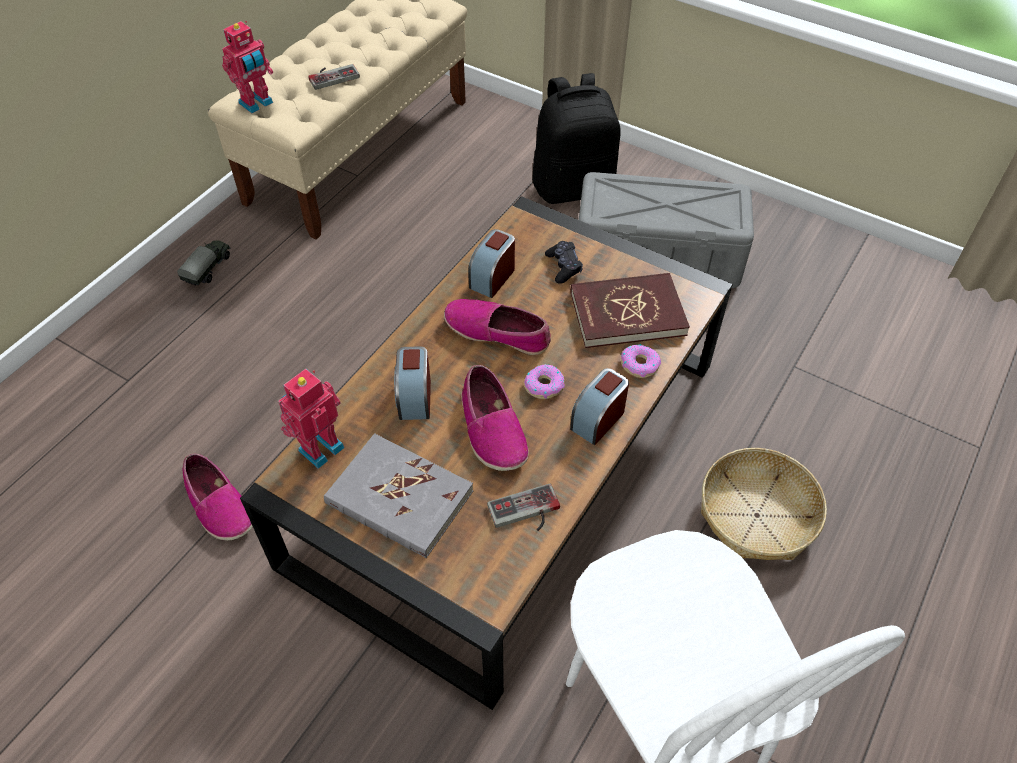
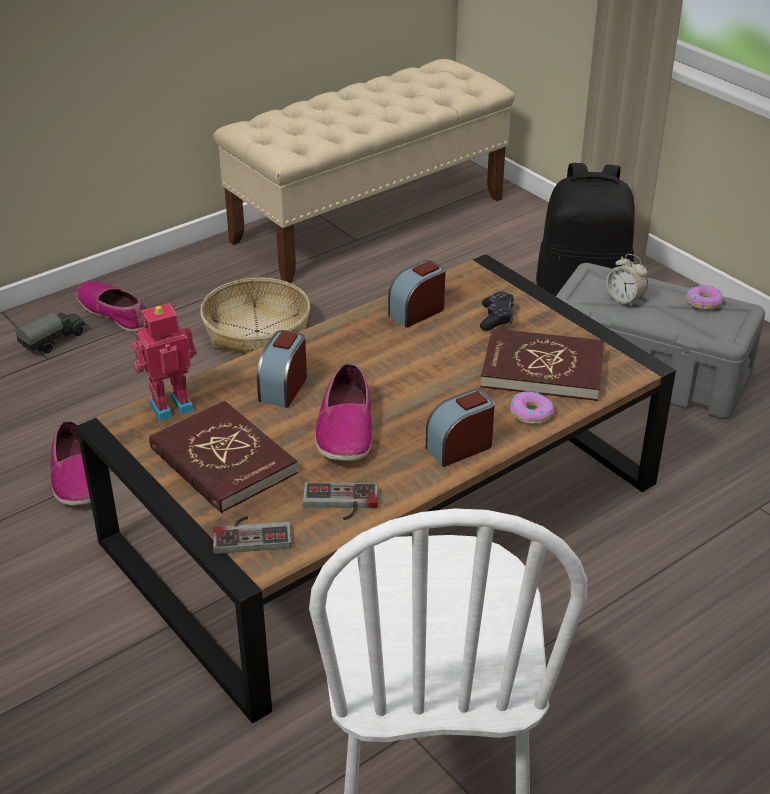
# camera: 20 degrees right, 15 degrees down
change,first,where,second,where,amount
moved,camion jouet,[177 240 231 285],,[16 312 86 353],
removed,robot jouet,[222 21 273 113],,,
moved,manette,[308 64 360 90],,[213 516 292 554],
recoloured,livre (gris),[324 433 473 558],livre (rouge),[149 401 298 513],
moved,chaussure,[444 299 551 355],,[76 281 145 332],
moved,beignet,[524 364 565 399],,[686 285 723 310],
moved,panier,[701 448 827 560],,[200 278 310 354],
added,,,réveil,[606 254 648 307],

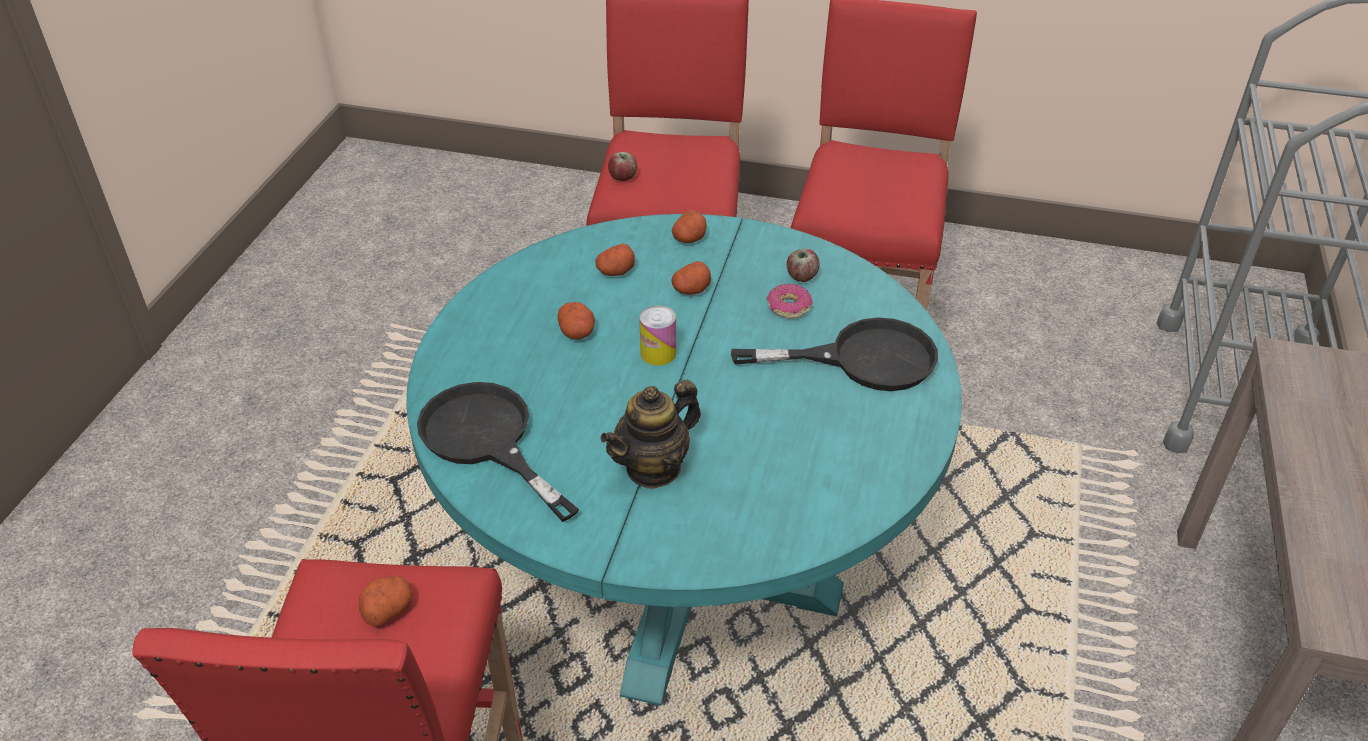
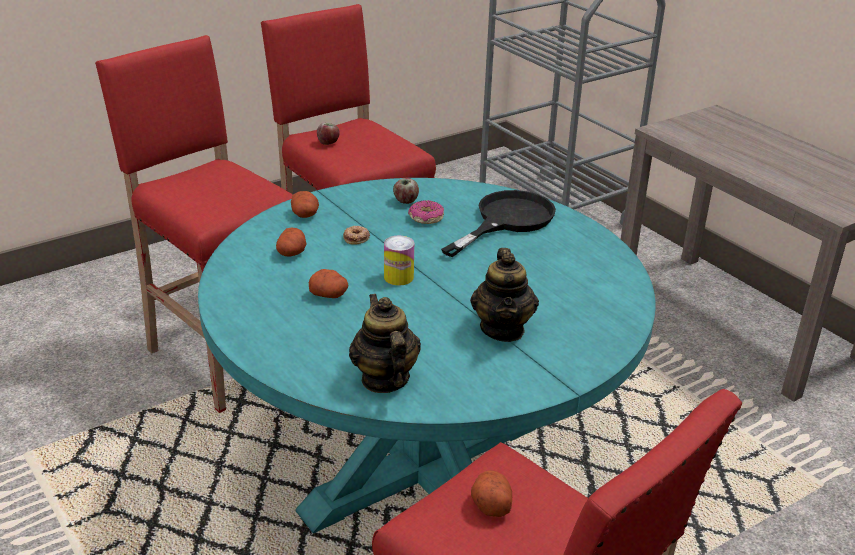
# camera: 50 degrees left, 10 degrees down
change,first,where,second,where,amount
replaced,poêle (noir),[417 382 579 522],théière,[349 294 421 393],
moved,pomme,[608 152 637 181],,[317 123 340 145],
replaced,pomme de terre,[671 261 711 295],beignet,[343 226 370 244],

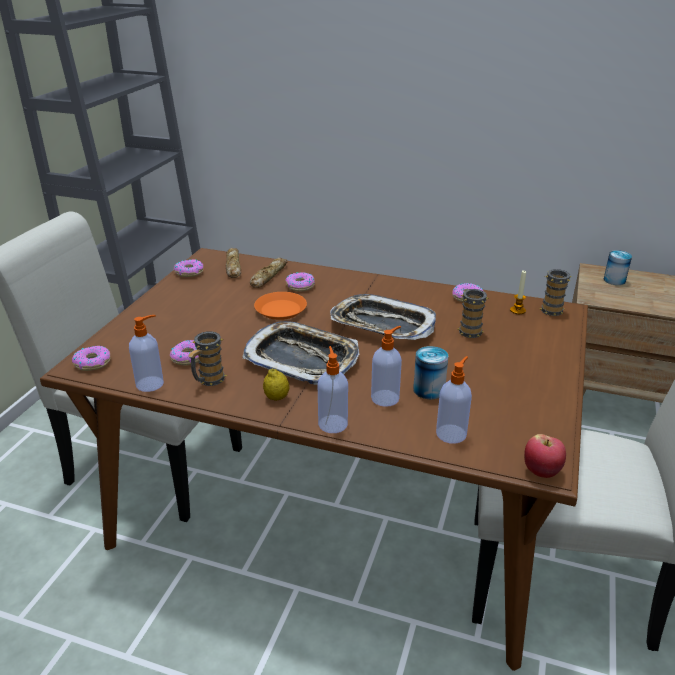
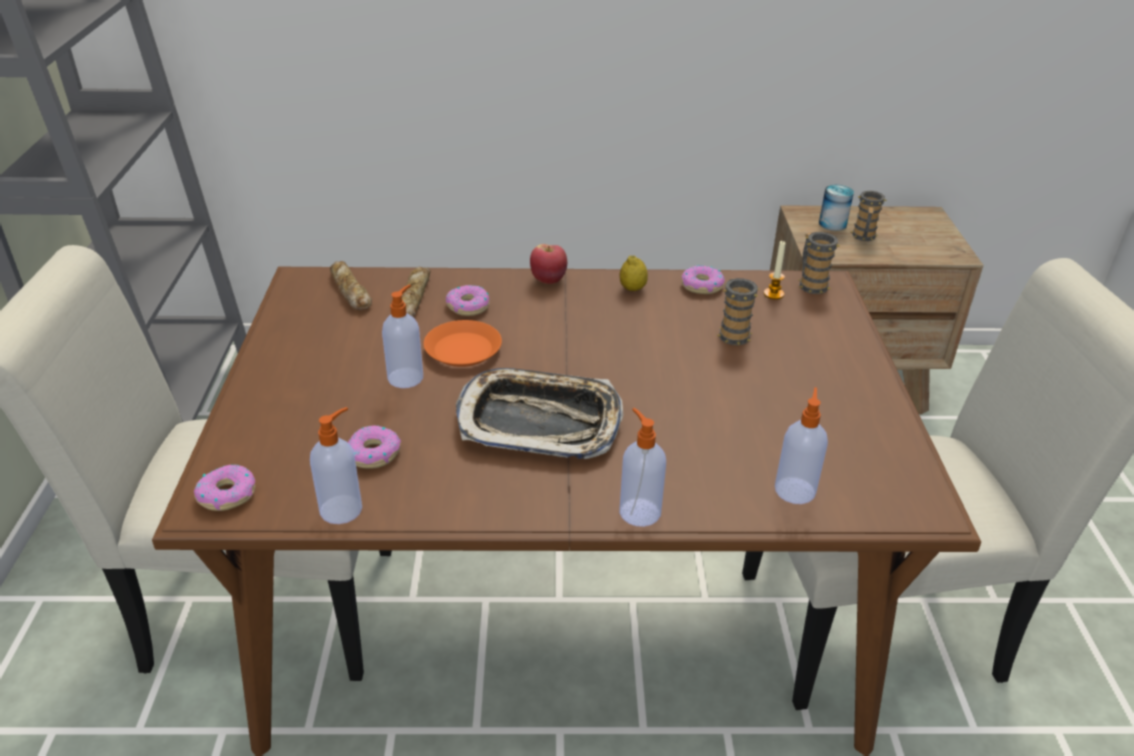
# camera: 20 degrees left, 5 degrees up
change,first,where,second,where,amount
removed,beignet,[174 259 203 277],,,
moved,mug,[188 331 227 386],,[851 191 887 241],
moved,citron,[263 368 289 401],,[619 256 648 291],
removed,plateau,[330 294 436 340],,,
moved,distributeur de savon,[371 326 402 407],,[382 284 423 388],
removed,boîte métallique,[413 346 448 399],,,
moved,pomme,[524 434 566 478],,[530 244 567 284],

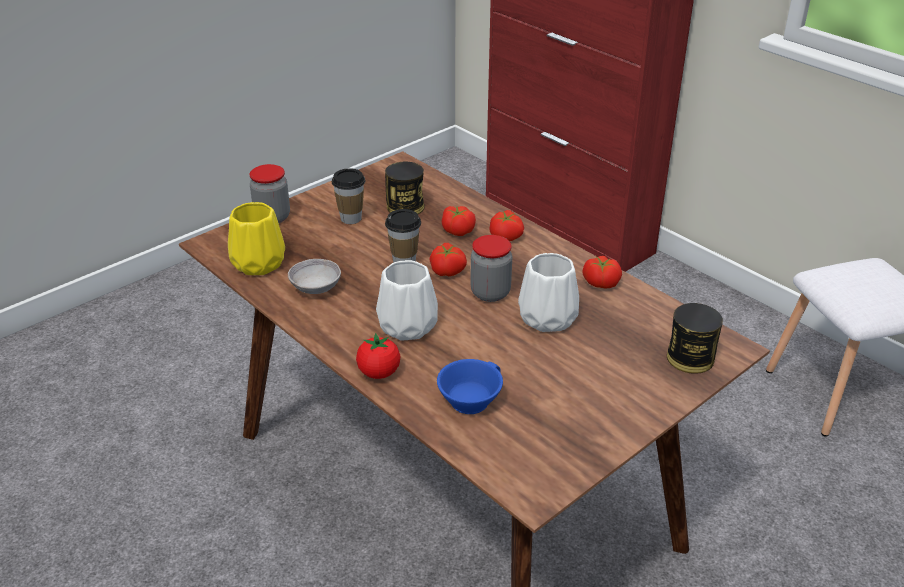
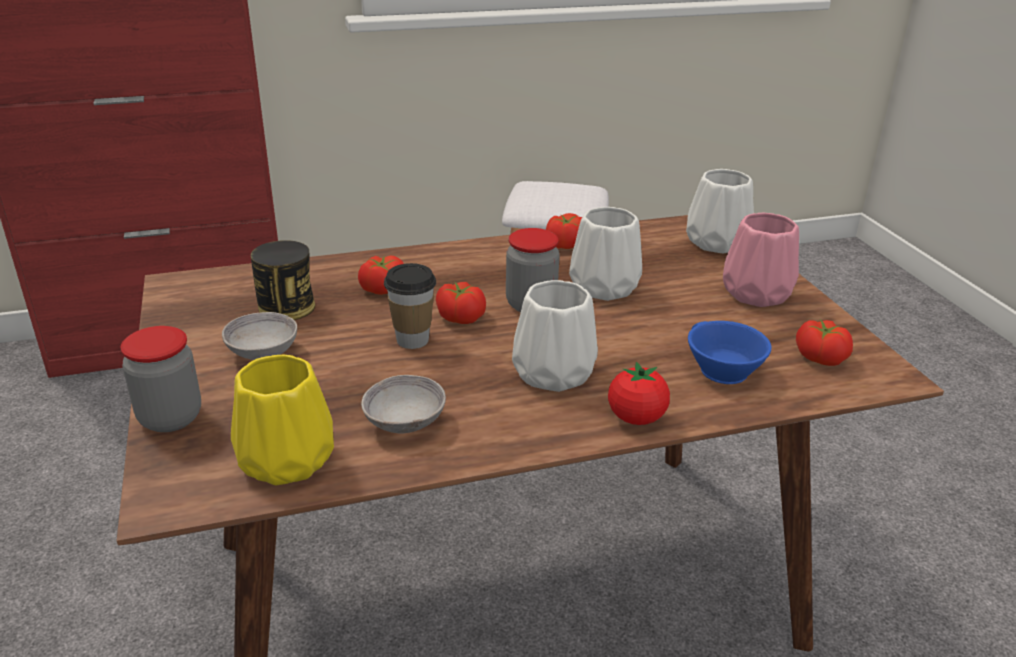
# camera: 65 degrees left, 5 degrees down
change,first,where,second,where,amount
replaced,tasse,[332 168 366 224],bol (gris),[222 312 297 360],
moved,tomate,[489 210 524 241],,[796 320 853 366],
replaced,boîte métallique,[667 303 723 374],vase (blanc),[686 169 754 253],
added,,,vase (rose),[723 213 799 307],

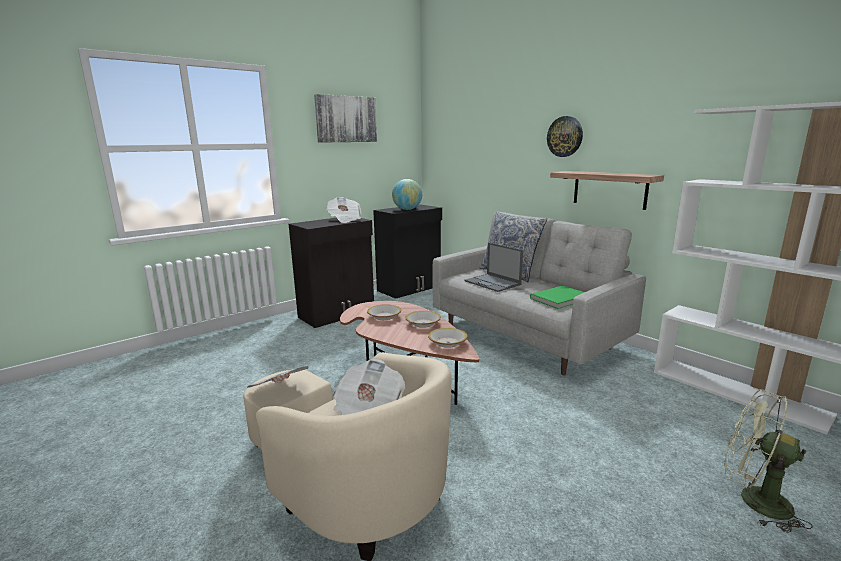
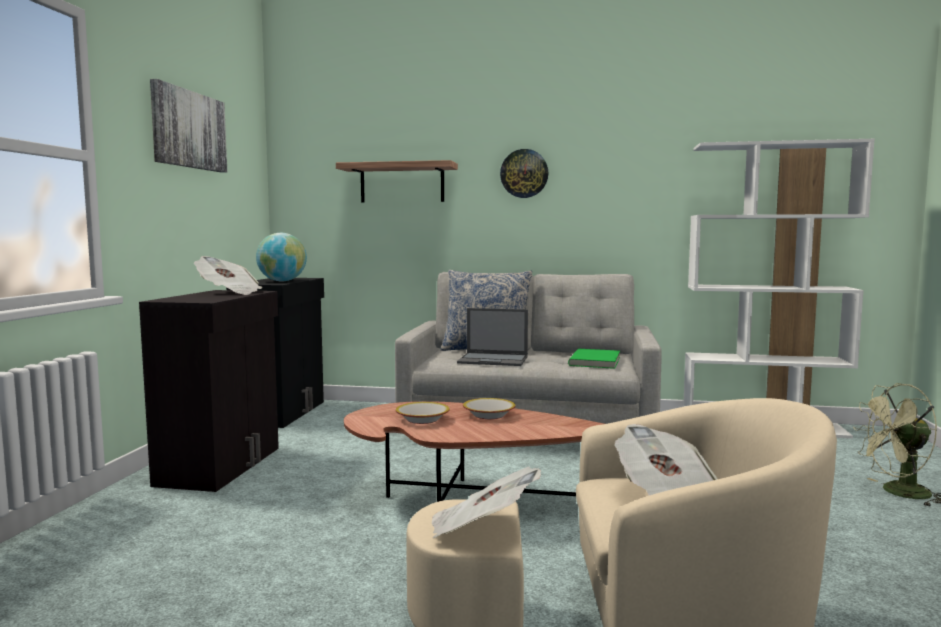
# camera: 40 degrees left, 10 degrees down
change,first,where,second,where,amount
removed,bol,[428 328 467 348],,,
moved,étagère,[550 171 664 210],,[336 160 458 203],

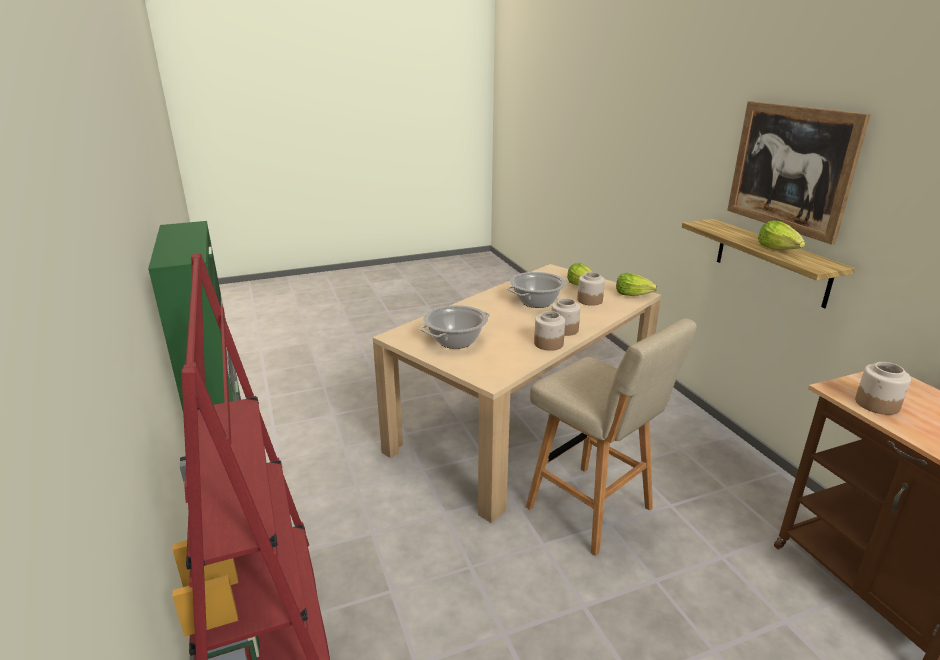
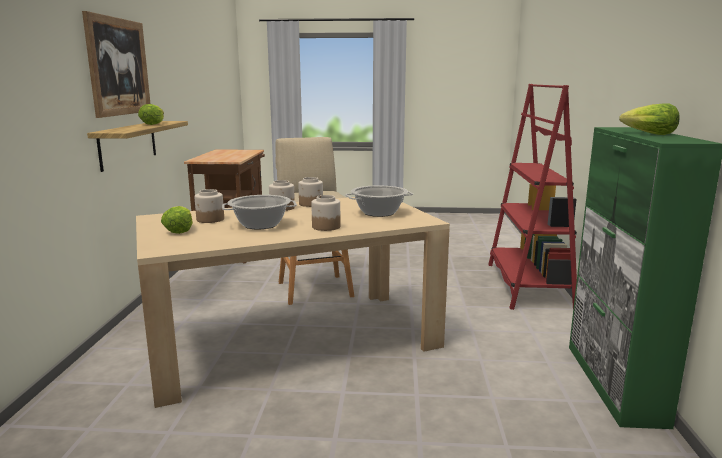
# camera: 155 degrees left, 10 degrees down
change,first,where,second,where,amount
moved,laitue,[616 273 657 296],,[619 103 680 135],
moved,bocal,[855 362 911 415],,[311 195 341 231],

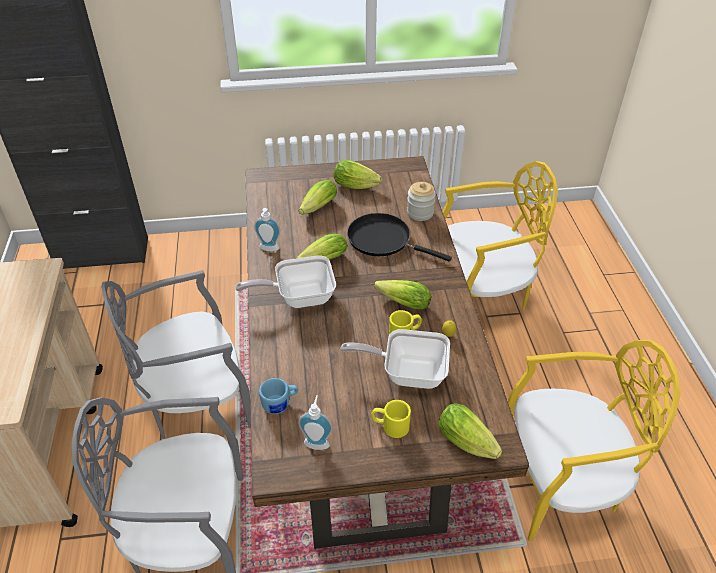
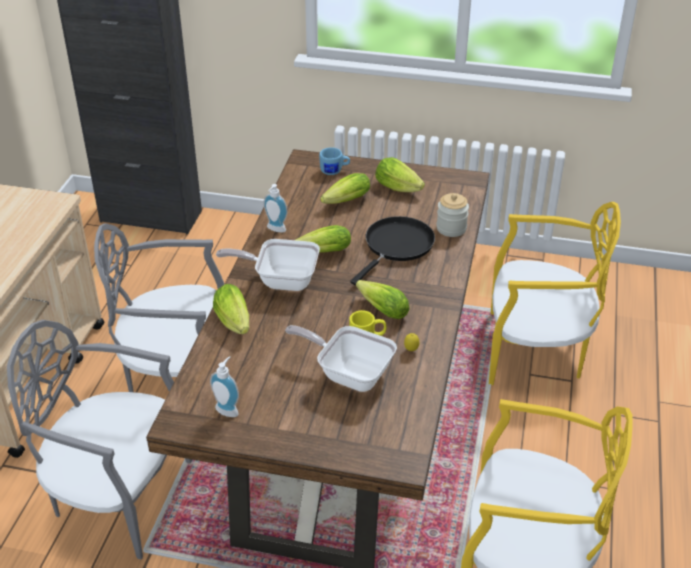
# camera: 20 degrees right, 5 degrees down
change,first,where,second,where,amount
moved,mug (bleu),[259 378 298 414],,[319 147 350 175],
turned,poêle (noir),[347 213 452 262],,[350 216 435 285],75 degrees clockwise
removed,mug (jaune),[372 400 411 438],,,
moved,laitue,[438 403 502 459],,[213 284 249 334],

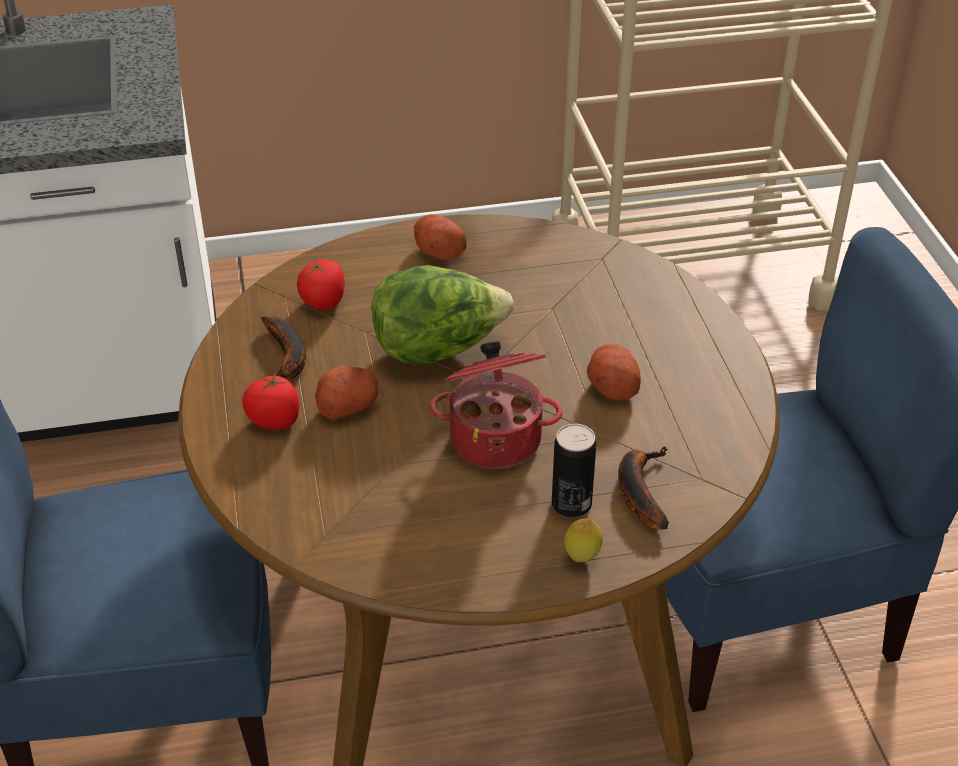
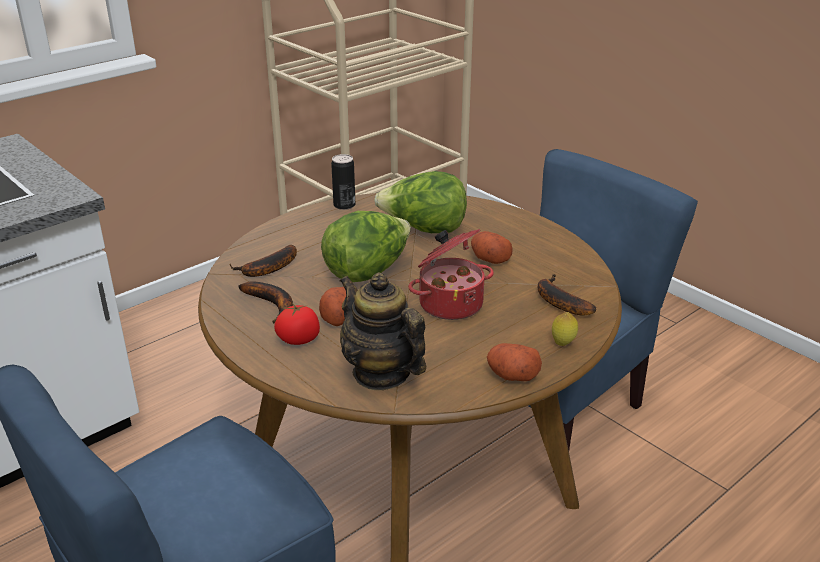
# camera: 30 degrees left, 10 degrees down
change,first,where,second,where,amount
replaced,tomate,[297 260 345 309],banane,[230 245 297 277],
moved,pomme de terre,[414 214 467 260],,[487 343 542 381],
moved,boîte métallique,[552 424 596 517],,[331 154 355 210],
added,,,théière,[340 272 426 390],
added,,,laitue,[374 171 467 233],

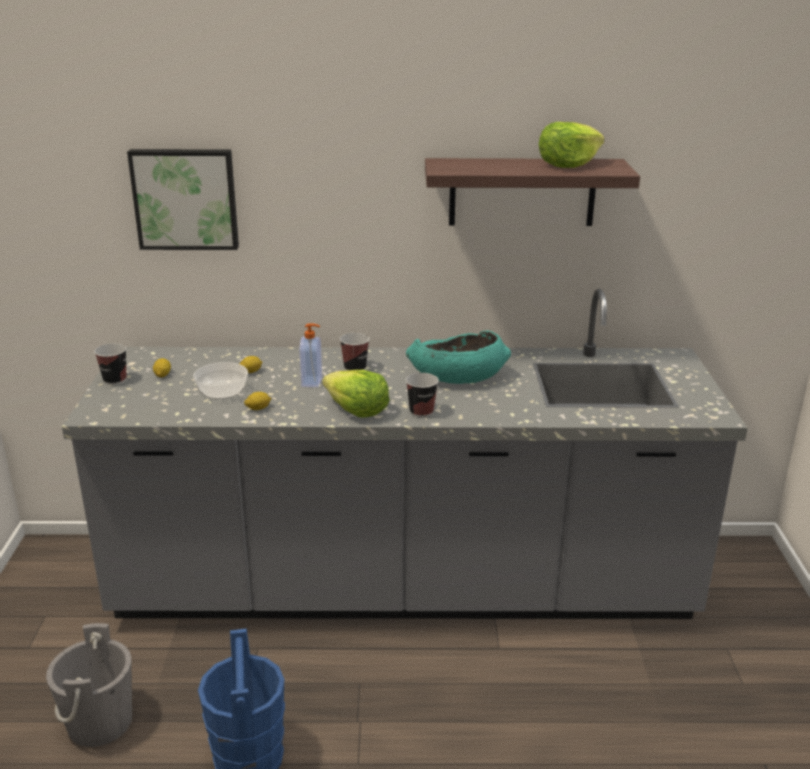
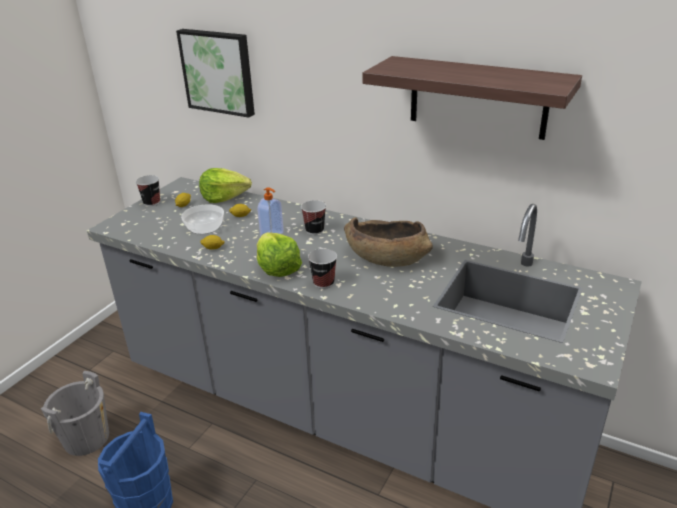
# camera: 30 degrees right, 5 degrees up
change,first,where,second,where,amount
recoloured,bol (turquoise),[406 331 511 384],bol (marron),[344 217 433 267],
moved,laitue,[539 122 604 168],,[199 168 252 203],

